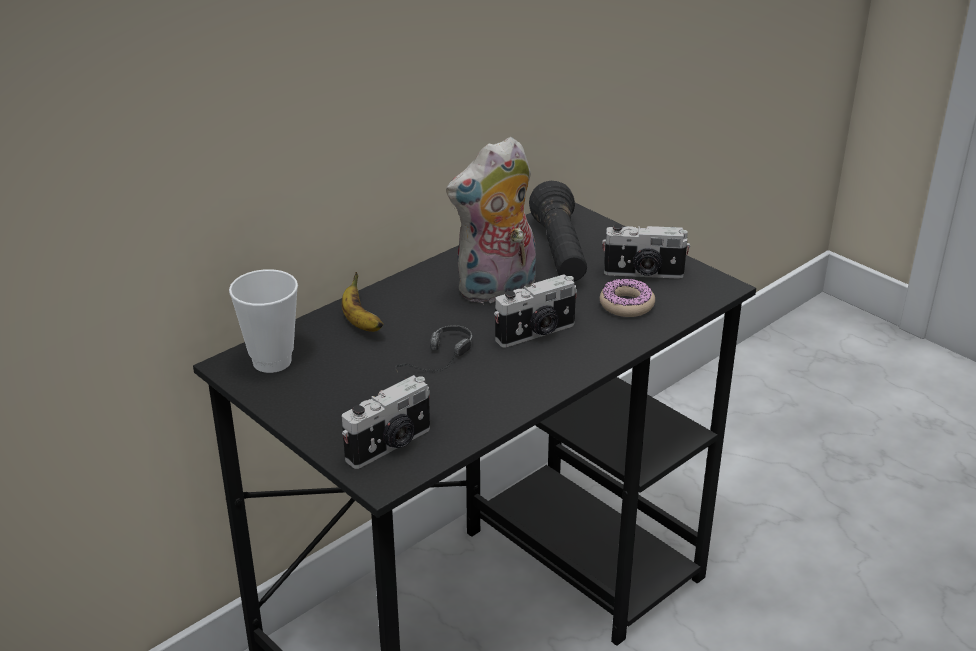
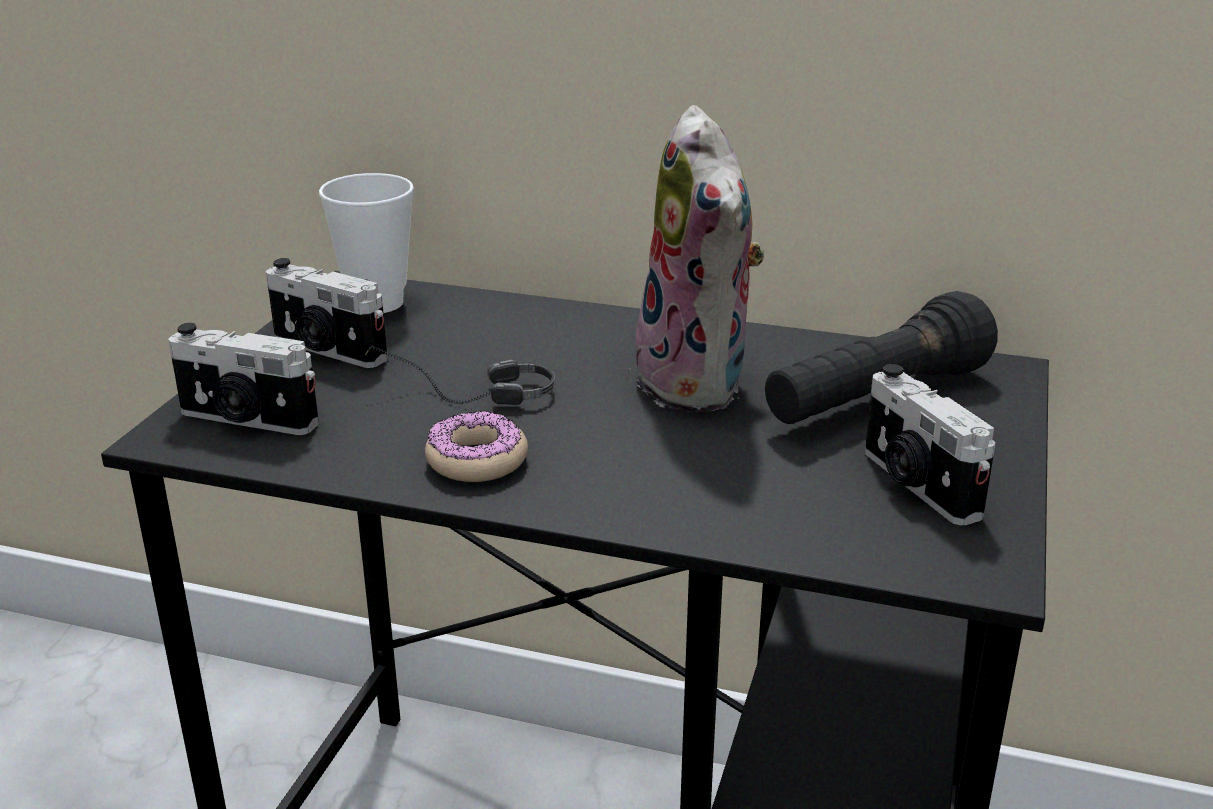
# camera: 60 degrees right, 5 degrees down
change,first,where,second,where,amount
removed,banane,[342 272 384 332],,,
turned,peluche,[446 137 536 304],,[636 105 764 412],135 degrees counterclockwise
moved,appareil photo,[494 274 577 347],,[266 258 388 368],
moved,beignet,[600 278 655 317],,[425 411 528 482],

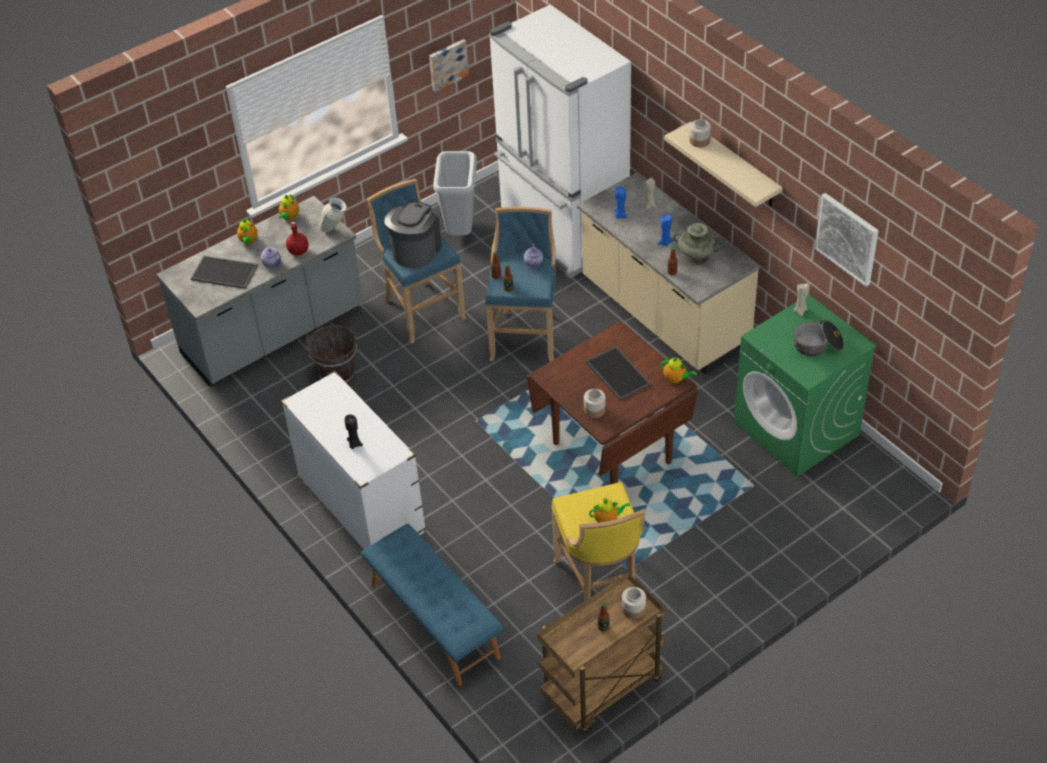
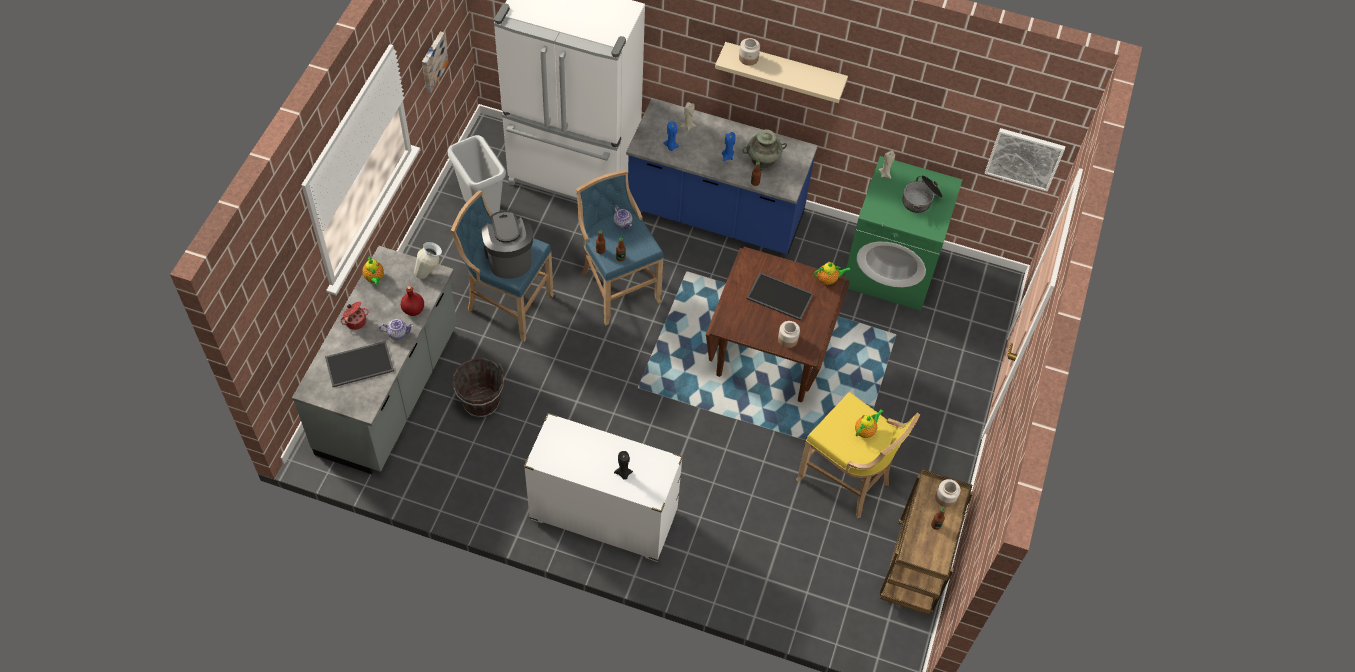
# camera: 40 degrees left, 10 degrees up
change,first,where,second,where,amount
replaced,théière,[237 218 258 244],marmite,[340 301 369 330],
removed,banc (bleu),[361 524 503 686],,,
recoloured,comptoir de cuisine (beige),[577 172 760 374],comptoir de cuisine (bleu),[626 98 818 254],
moved,tableau,[815 193 879 287],,[984 128 1065 191],

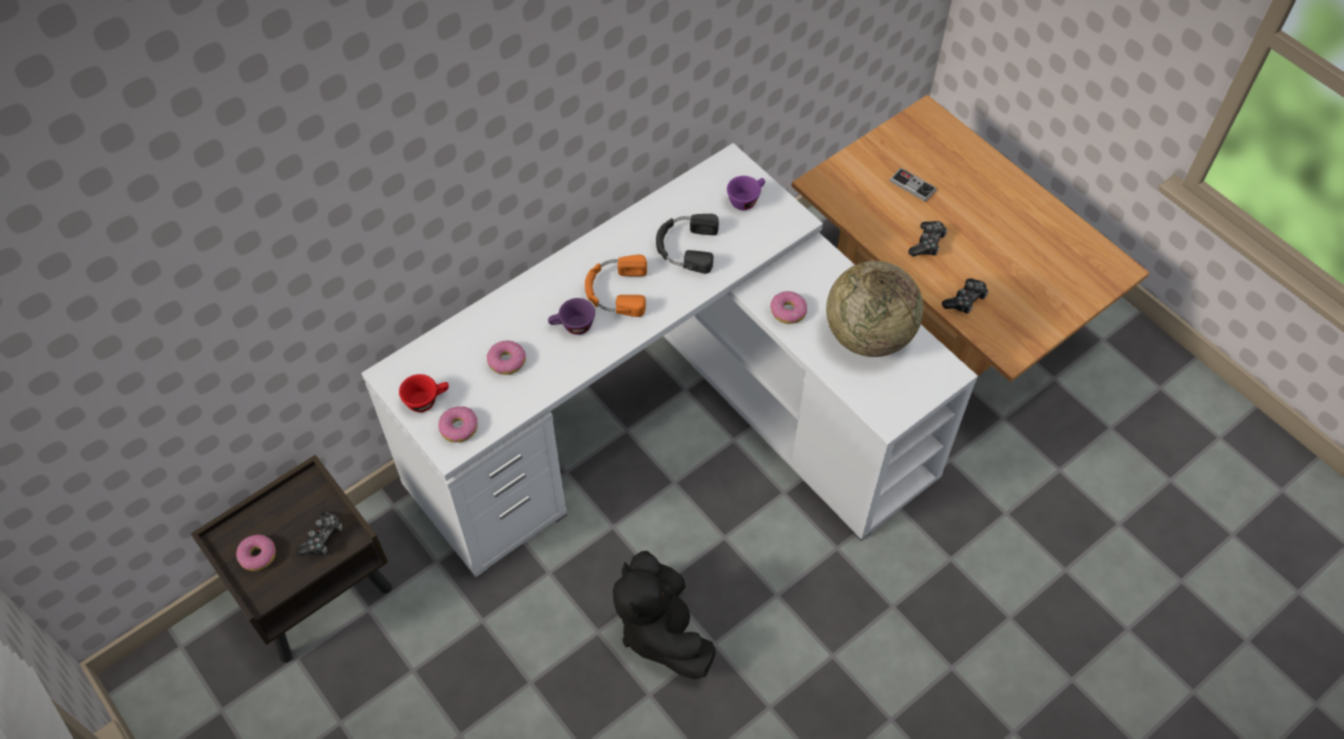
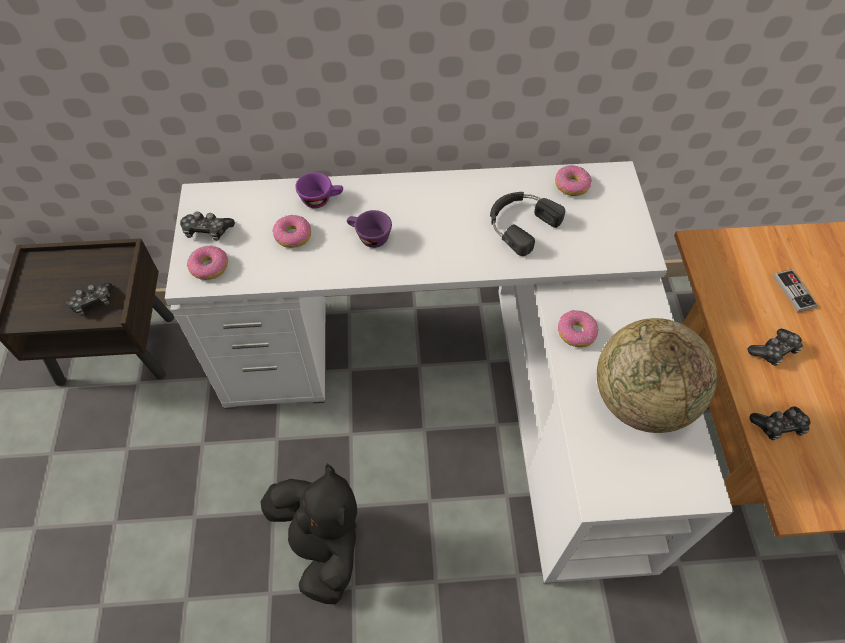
# camera: 35 degrees right, 0 degrees up
change,first,where,second,where,amount
moved,beignet,[236 534 276 571],,[555 165 592 196],
replaced,tasse (rouge),[399 374 449 412],manette,[180 211 235 241],
removed,casque audio (orange),[585 255 647 317],,,
turned,peluche (noir),[613 551 715 679],,[260 463 357 604],135 degrees clockwise
moved,tasse (violet),[727 176 765 210],,[295 172 343 208],

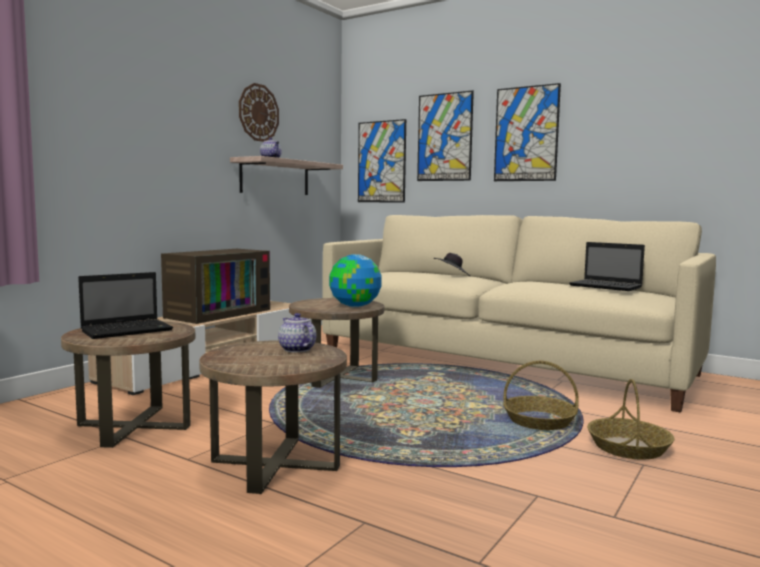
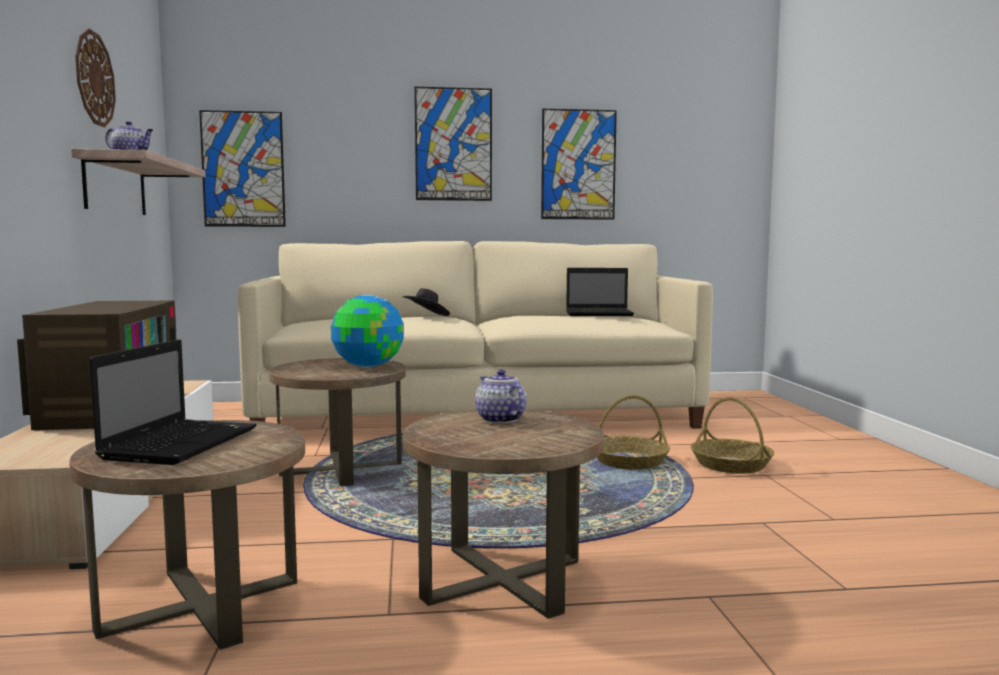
# camera: 40 degrees left, 0 degrees up
change,first,where,second,where,amount
turned,théière,[278 313 317 352],,[475 369 527 423],45 degrees clockwise
moved,tableau,[417 90 474 181],,[541 109 617 220],

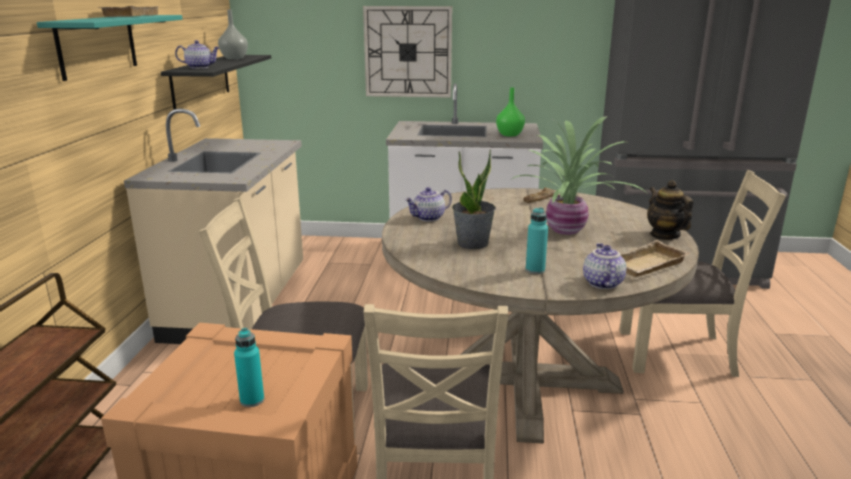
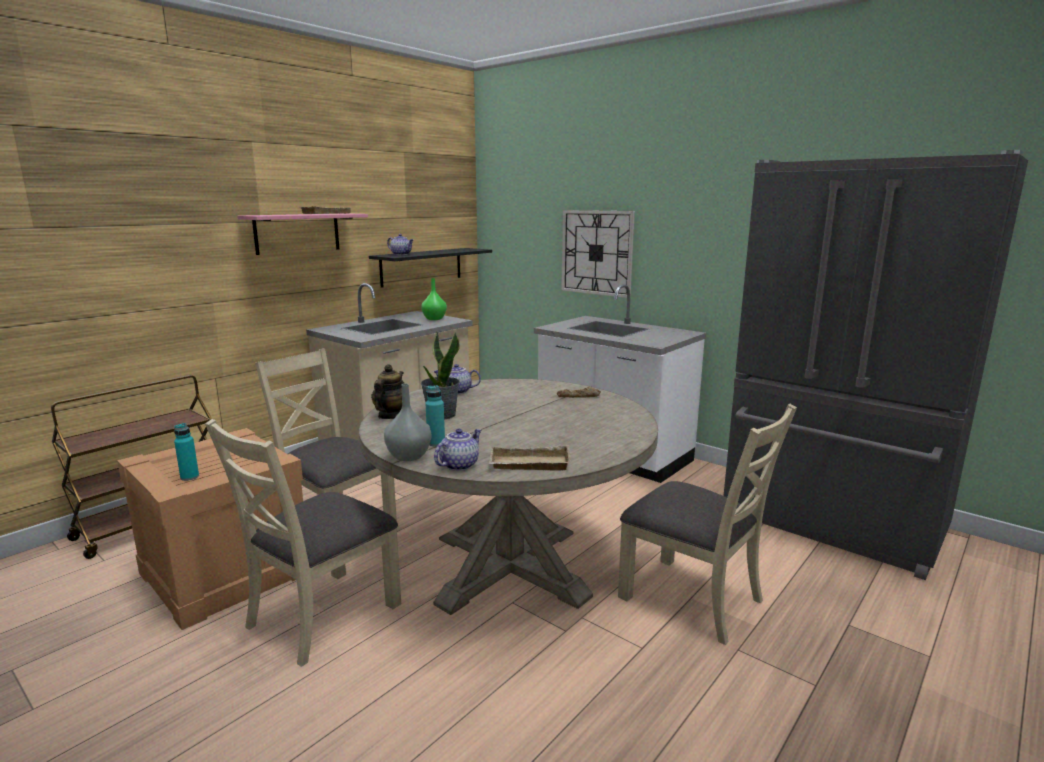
# camera: 35 degrees right, 5 degrees down
change,first,where,second,where,amount
recoloured,étagère (turquoise),[37 15 182 81],étagère (rose),[237 213 368 255],
moved,vase (gris),[218 10 248 59],,[384 384 431 461],
moved,vase (vert),[496 88 525 137],,[421 278 447 320],
removed,plante en pot,[509 116 647 235],,,
moved,théière,[647 180 693 240],,[371 364 405 419],

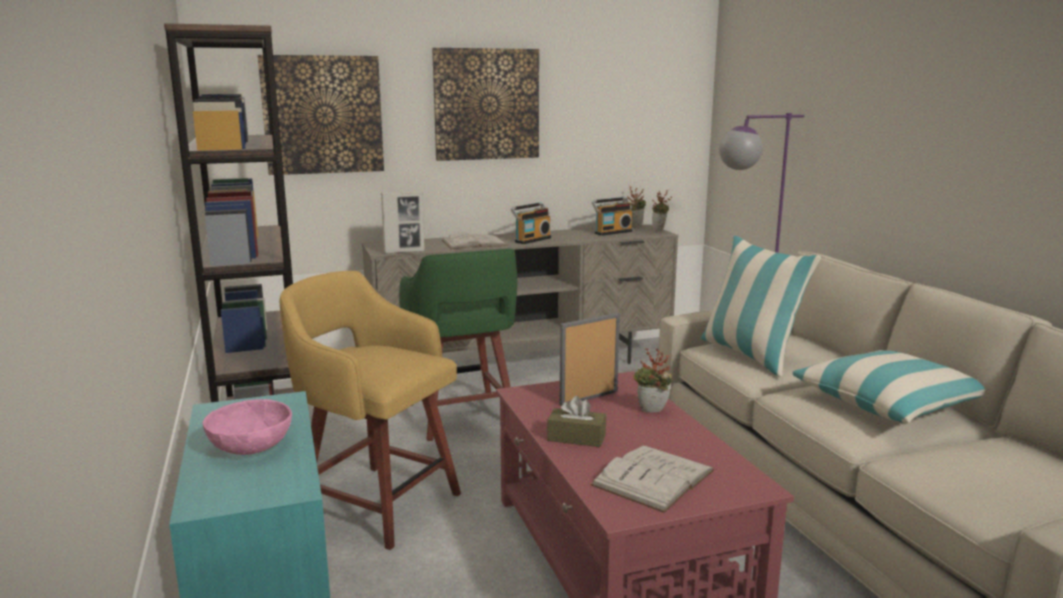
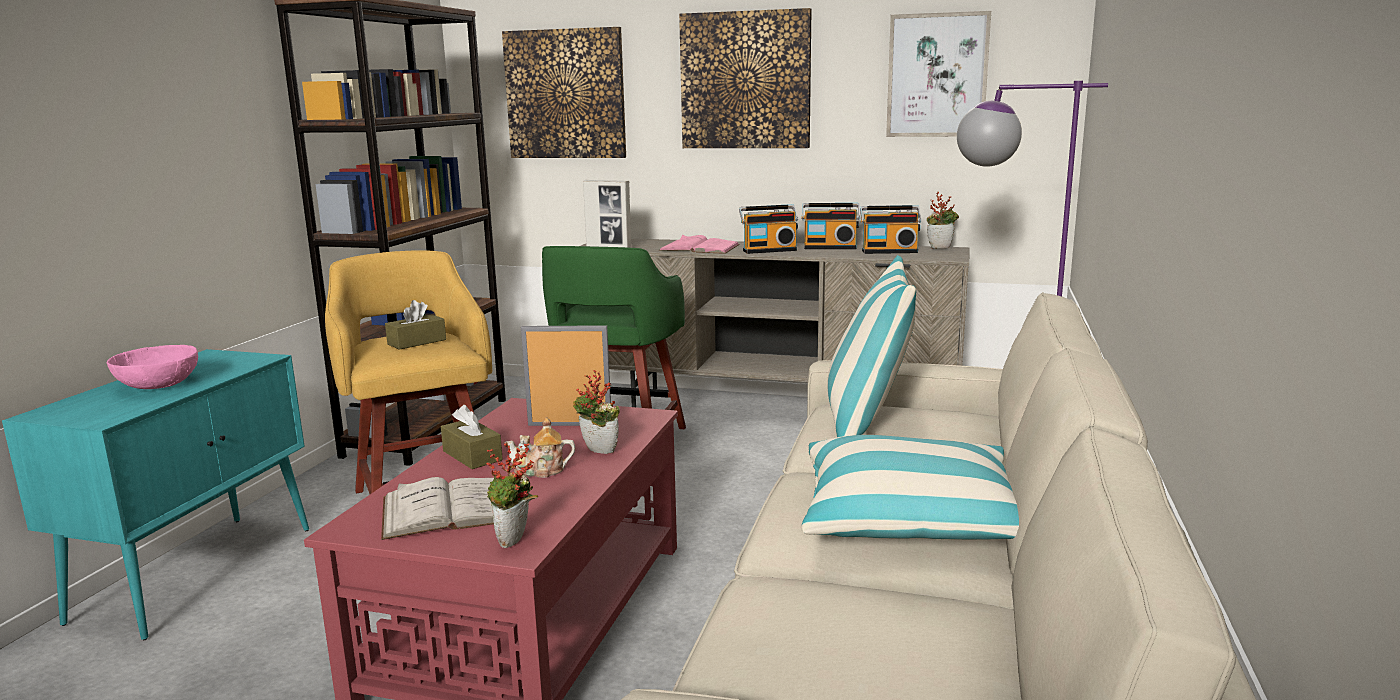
# camera: 35 degrees right, 0 degrees up
change,first,where,second,where,amount
recoloured,livre (blanc),[442 232 508 249],livre (rose),[658 235 740 254],
moved,plante en pot,[652 189 672 232],,[486 442 538 548],
added,,,boîte à mouchoirs (marron),[385 300 446 350],
added,,,théière,[504 417 575 478],
added,,,radio,[802 203 860 249],
added,,,tableau,[886 11 991 137],

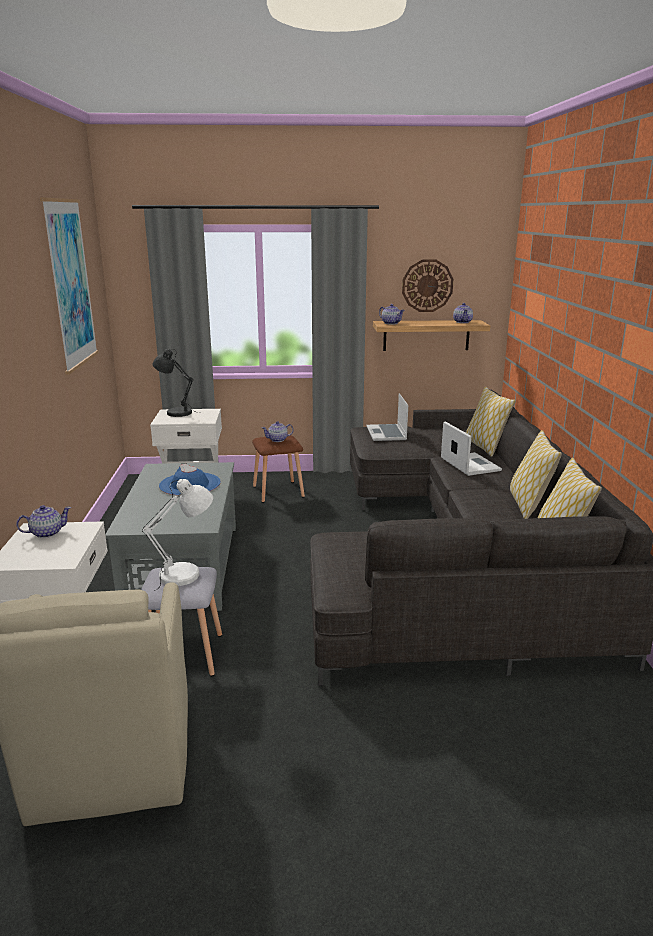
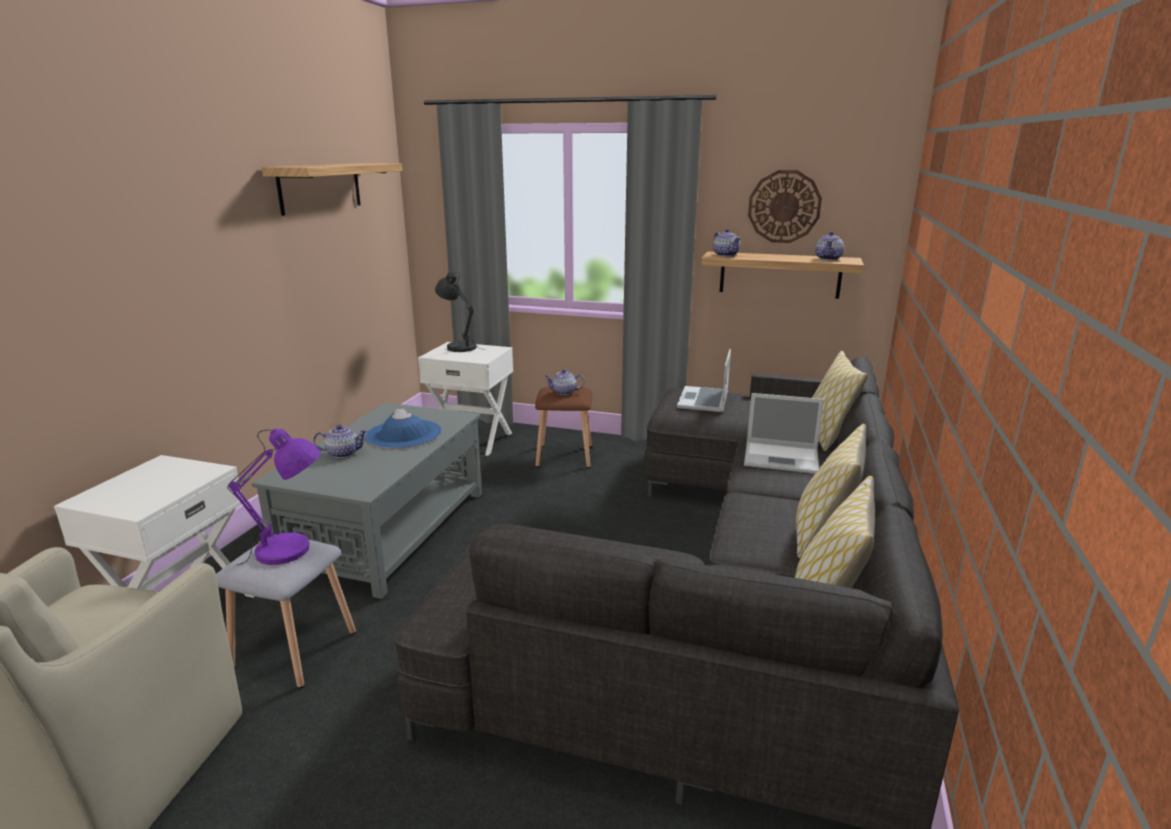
# camera: 20 degrees right, 0 degrees up
change,first,where,second,where,amount
moved,théière,[16 505 71 538],,[313 425 368 458],
replaced,tableau,[40 198 99 374],étagère,[262 163 403 216],
recoloured,lampe de table (blanc),[142 479 213 591],lampe de table (violet),[227 428 321 565],
turned,ordinateur portable,[441 421 502 476],,[744 393 824 474],105 degrees clockwise

